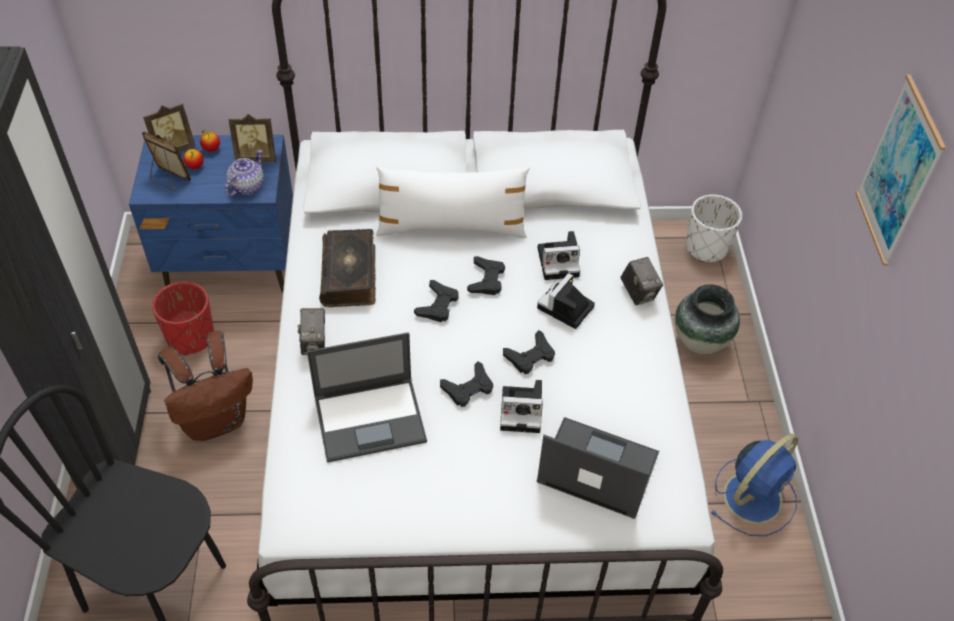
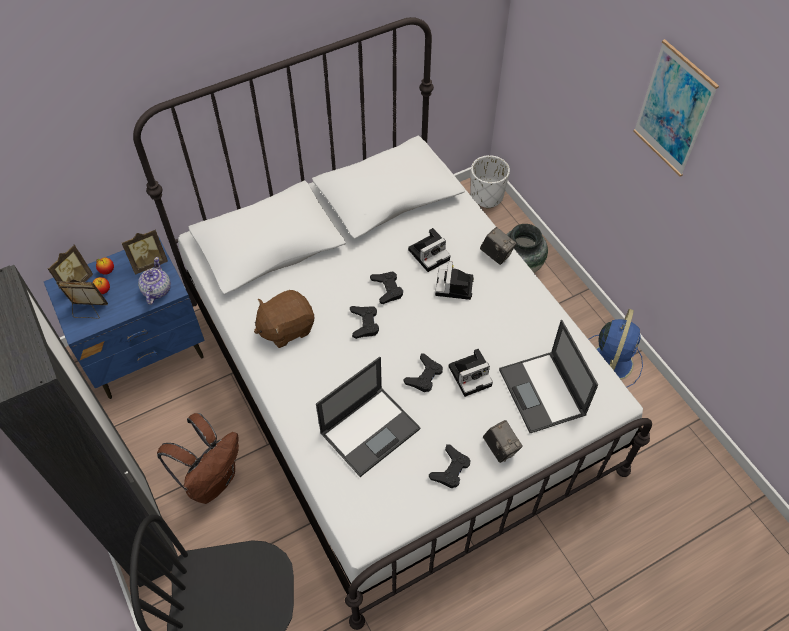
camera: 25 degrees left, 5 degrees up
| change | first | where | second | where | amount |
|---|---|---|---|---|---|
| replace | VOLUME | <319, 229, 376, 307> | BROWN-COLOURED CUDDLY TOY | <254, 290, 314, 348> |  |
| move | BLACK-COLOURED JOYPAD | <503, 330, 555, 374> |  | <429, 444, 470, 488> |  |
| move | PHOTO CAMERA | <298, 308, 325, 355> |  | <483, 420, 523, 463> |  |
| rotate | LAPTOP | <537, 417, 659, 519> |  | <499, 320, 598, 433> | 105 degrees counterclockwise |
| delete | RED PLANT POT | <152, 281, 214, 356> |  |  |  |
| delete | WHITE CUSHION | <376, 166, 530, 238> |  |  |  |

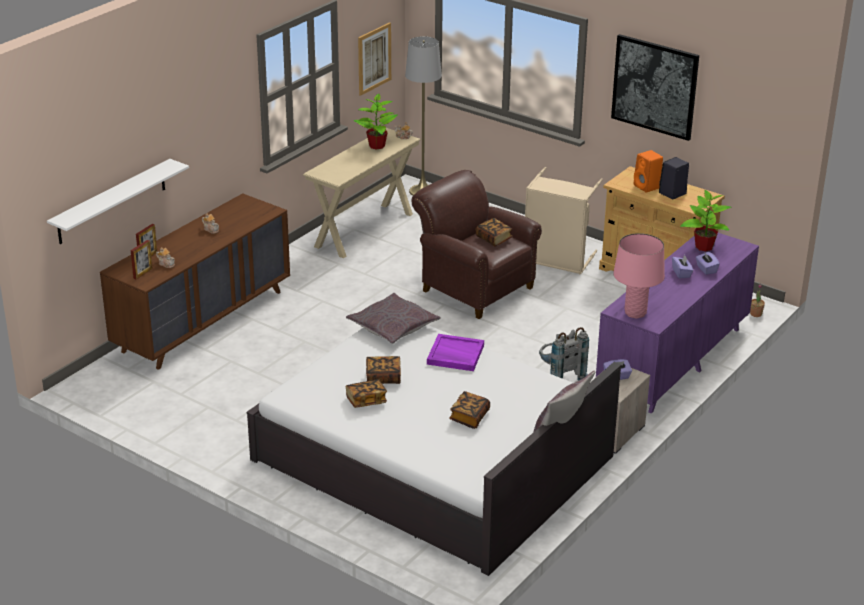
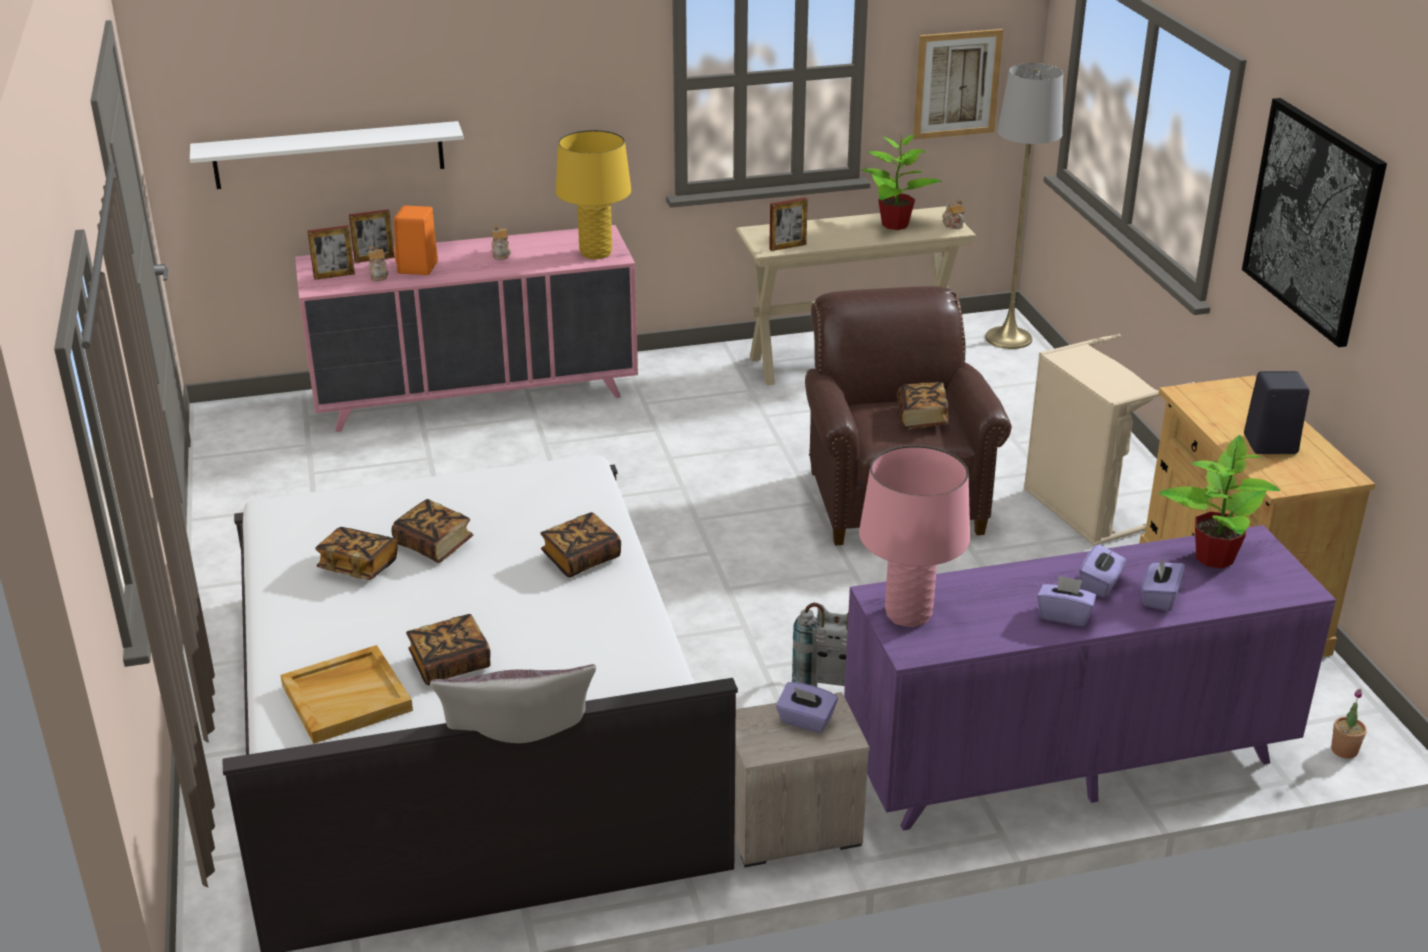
camera: 40 degrees right, 0 degrees up
| change | first | where | second | where | amount |
|---|---|---|---|---|---|
| insert |  |  | SAND-COLOURED TRAY | <281, 645, 413, 744> |  |
| recolor | BROWN-COLOURED DRESSER | <100, 193, 290, 370> | PINK-COLOURED DRESSER | <295, 225, 638, 432> |  |
| move | ORANGE LOUDSPEAKER | <634, 150, 663, 193> |  | <394, 206, 438, 275> |  |
| replace | PURPLE TRAY | <427, 334, 484, 371> | VOLUME | <540, 512, 621, 578> |  |
| insert |  |  | YELLOW TABLETOP LAMP | <556, 130, 631, 259> |  |
| insert |  |  | PHOTO FRAME | <769, 198, 808, 251> |  |
| insert |  |  | PURPLE BOX OF TISSUES | <1037, 575, 1096, 626> |  |
| delete | GREYISH CUSHION | <346, 293, 441, 344> |  |  |  |

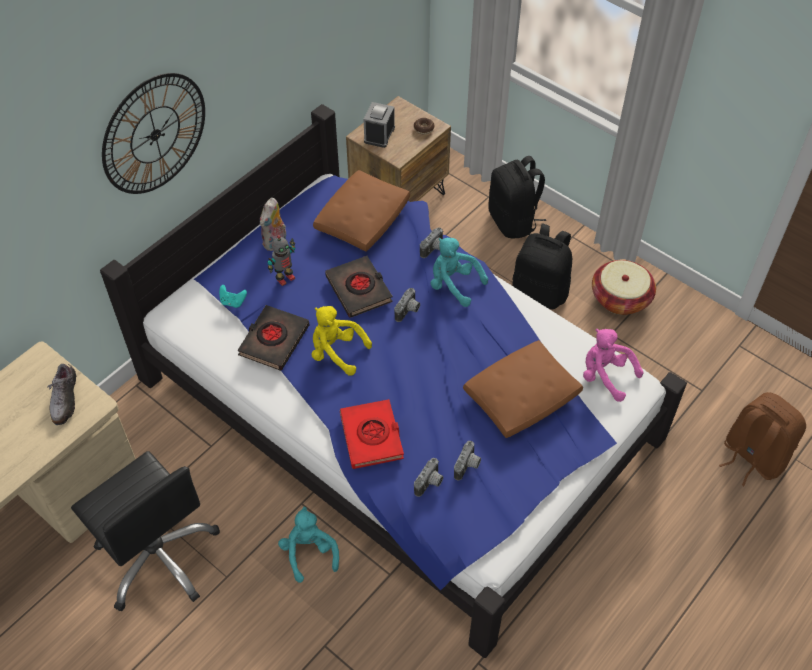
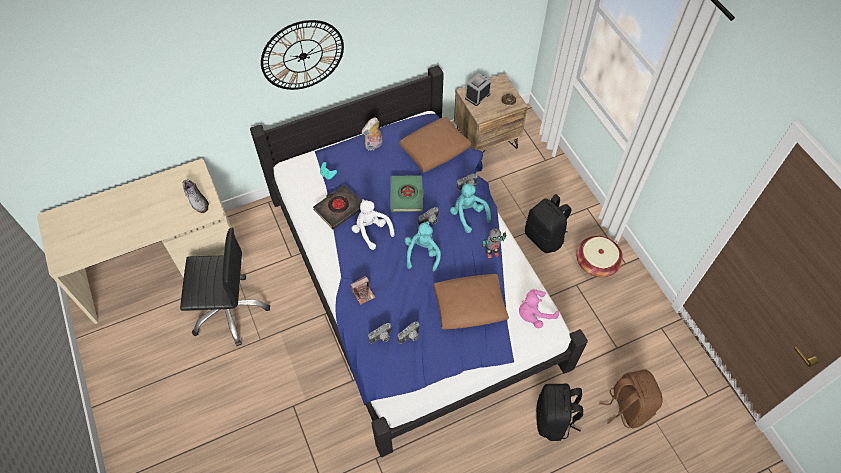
camera: 25 degrees right, 5 degrees up
| change | first | where | second | where | amount |
|---|---|---|---|---|---|
| rotate | BLACK-COLOURED DESK CHAIR | <71, 451, 220, 611> |  | <180, 228, 270, 346> | 75 degrees counterclockwise |
| rotate | ITEM OF FOOTWEAR | <47, 364, 76, 425> |  | <183, 180, 209, 213> | 60 degrees counterclockwise |
| replace | RED VOLUME | <340, 399, 404, 469> | PHOTO CAMERA | <350, 276, 375, 305> |  |
| recolor | YELLOW CUDDLY TOY | <312, 306, 372, 376> | WHITE CUDDLY TOY | <352, 199, 395, 250> |  |
| recolor | BLACK-COLOURED VOLUME | <325, 256, 392, 318> | GREENISH VOLUME | <390, 175, 424, 212> |  |
| move | TURQUOISE CUDDLY TOY | <278, 507, 339, 583> |  | <404, 221, 441, 271> |  |
| move | TOY ROBOT | <267, 235, 295, 286> |  | <482, 228, 507, 259> |  |
| rotate | PINK-COLOURED CUDDLY TOY | <583, 329, 644, 402> |  | <519, 289, 559, 328> | 90 degrees counterclockwise |
| move | BLACK-COLOURED RUCKSACK | <488, 156, 546, 239> |  | <536, 384, 583, 441> |  |

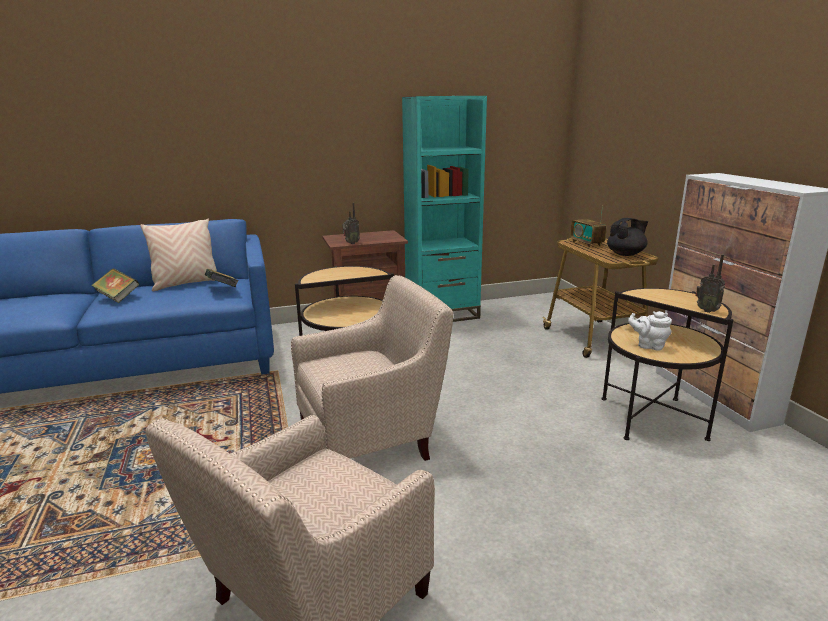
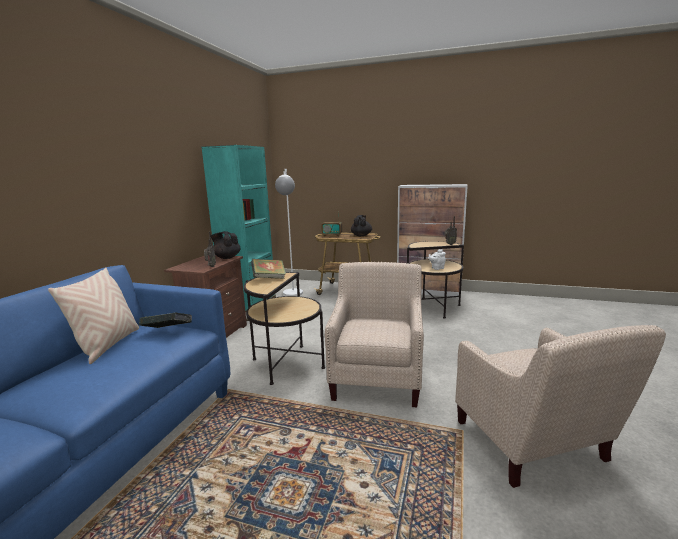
camera: 55 degrees left, 5 degrees down
| change | first | where | second | where | amount |
|---|---|---|---|---|---|
| insert |  |  | BLACK-COLOURED TEA POT | <211, 231, 241, 259> |  |
| move | VOLUME | <91, 268, 139, 303> |  | <251, 259, 286, 279> |  |
| insert |  |  | WHITE FLOOR LAMP | <275, 169, 303, 296> |  |

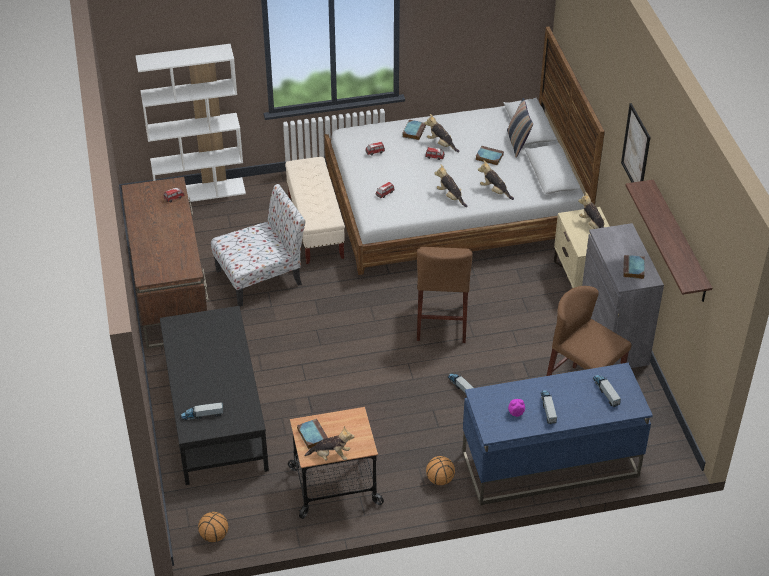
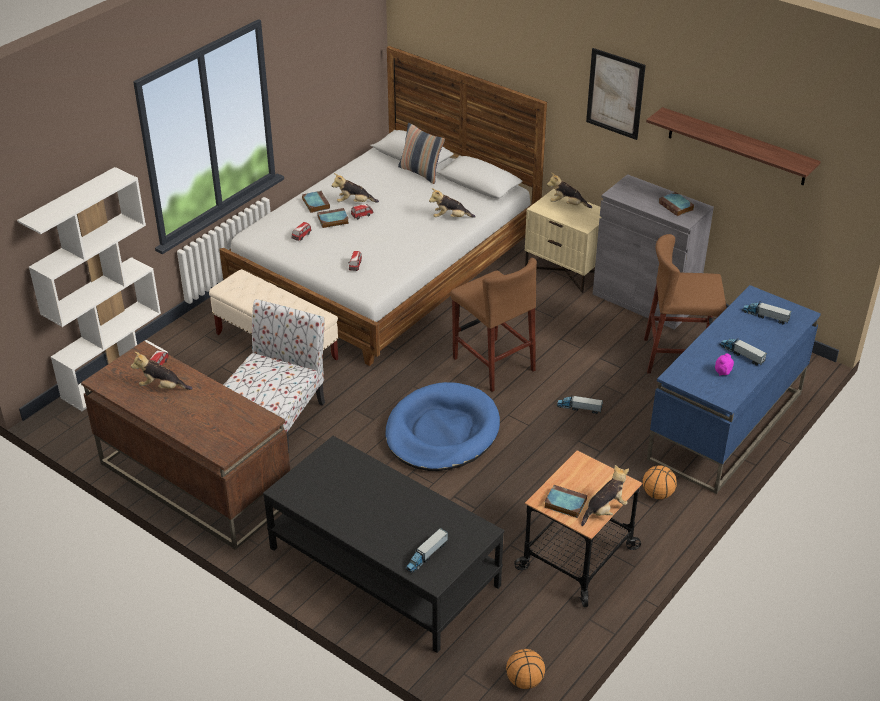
camera: 40 degrees left, 5 degrees down
| change | first | where | second | where | amount |
|---|---|---|---|---|---|
| move | CUDDLY TOY | <434, 165, 467, 207> |  | <131, 352, 193, 390> |  |
| move | VOLUME | <475, 146, 504, 166> |  | <317, 208, 349, 228> |  |
| insert |  |  | BLUISH DOG CUSHION | <385, 382, 500, 471> |  |

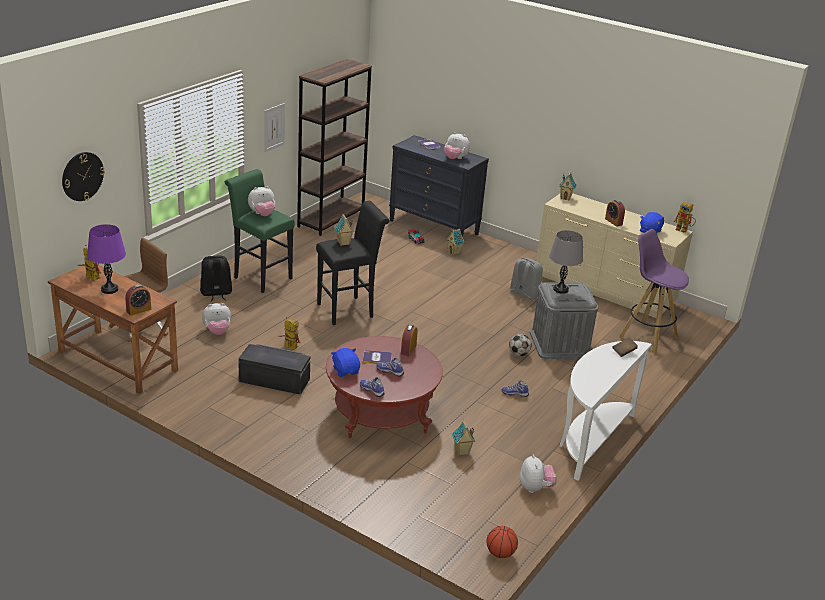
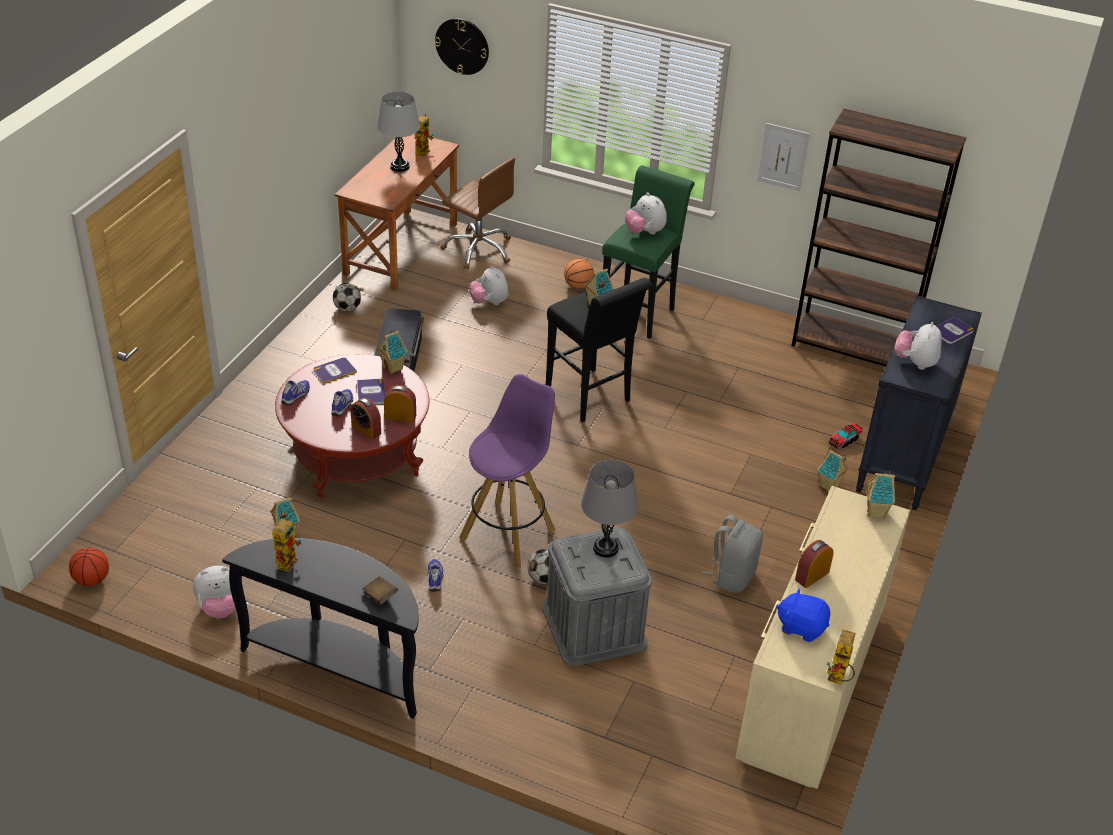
camera: 80 degrees right, 10 degrees up
| change | first | where | second | where | amount |
|---|---|---|---|---|---|
| recolor | WHITE HALL TABLE | <559, 341, 652, 481> | BLACK-COLOURED HALL TABLE | <222, 538, 419, 719> |  |
| move | TOY ROBOT | <278, 317, 301, 350> |  | <272, 516, 302, 572> |  |
| replace | BLUISH CUDDLY TOY | <331, 348, 360, 377> | VOLUME | <313, 357, 357, 384> |  |
| insert |  |  | BALL FOR FOOTBALL | <333, 283, 361, 312> |  |
| move | BEDSIDE CLOCK | <125, 285, 151, 316> |  | <351, 398, 381, 440> |  |
| recolor | PURPLE TABLETOP LAMP | <87, 224, 126, 294> | GREYISH TABLETOP LAMP | <377, 91, 420, 172> |  |
| insert |  |  | MODEL HOUSE | <377, 330, 408, 374> |  |
| move | PURPLE SITTING STOOL | <619, 229, 689, 354> |  | <459, 374, 556, 568> |  |
| replace | BLACK-COLOURED RUCKSACK | <200, 256, 232, 302> | BASKETBALL | <564, 259, 594, 289> |  |

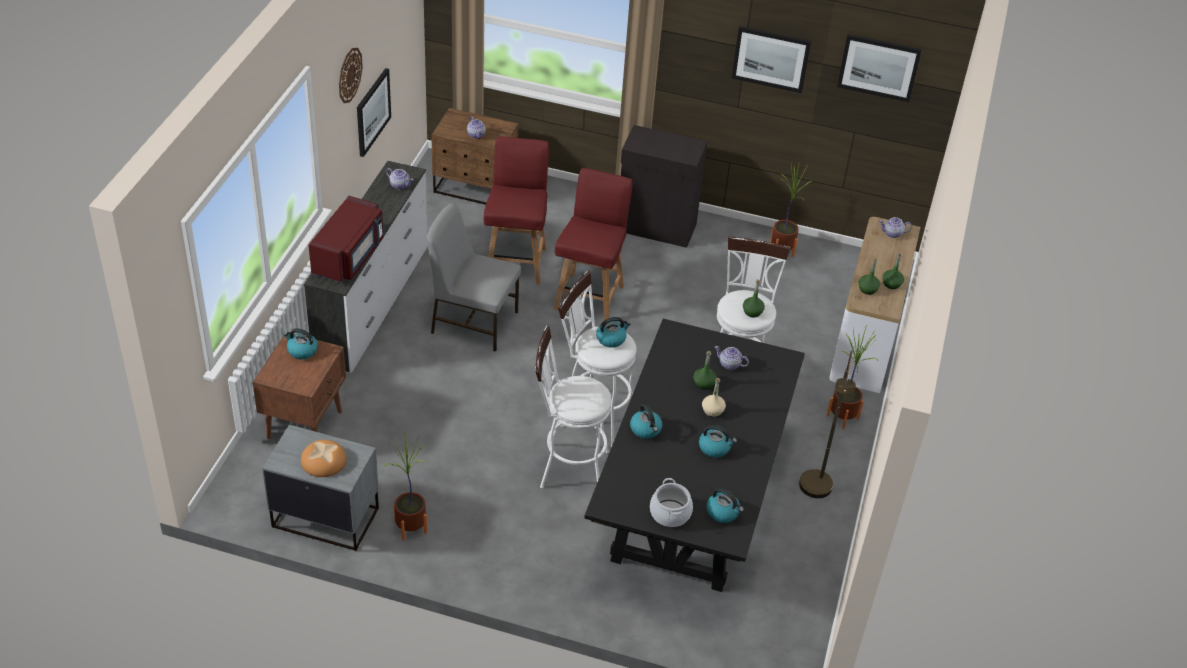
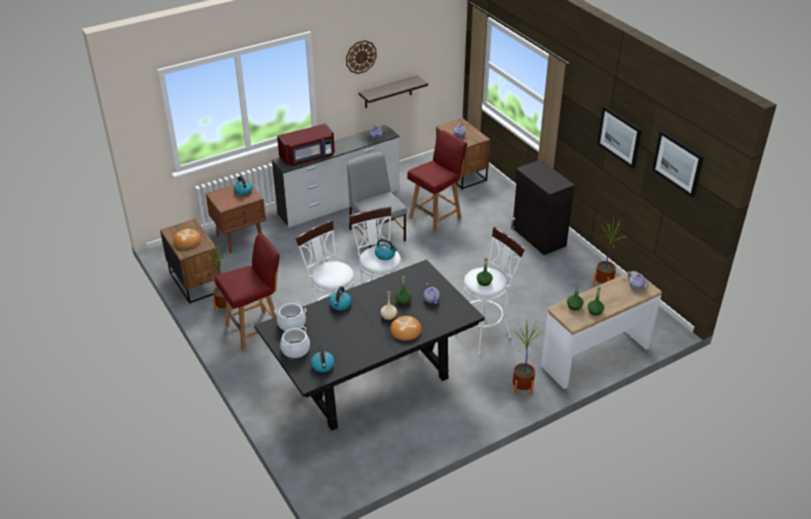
camera: 45 degrees right, 5 degrees down
| change | first | where | second | where | amount |
|---|---|---|---|---|---|
| recolor | GREYISH BEDSIDE TABLE | <262, 425, 379, 551> | BROWN-COLOURED BEDSIDE TABLE | <160, 219, 221, 304> |  |
| move | RED PLAIN CHAIR | <554, 168, 633, 321> |  | <215, 233, 280, 351> |  |
| insert |  |  | SAUCEPOT | <275, 303, 306, 331> |  |
| replace | WALL ART | <357, 68, 391, 157> | BRACKET SHELF | <358, 75, 428, 108> |  |
| insert |  |  | BREAD | <390, 316, 422, 341> |  |
| delete | KETTLE | <699, 425, 737, 458> |  |  |  |
| delete | BROWN-COLOURED FLOOR LAMP | <799, 351, 856, 498> |  |  |  |

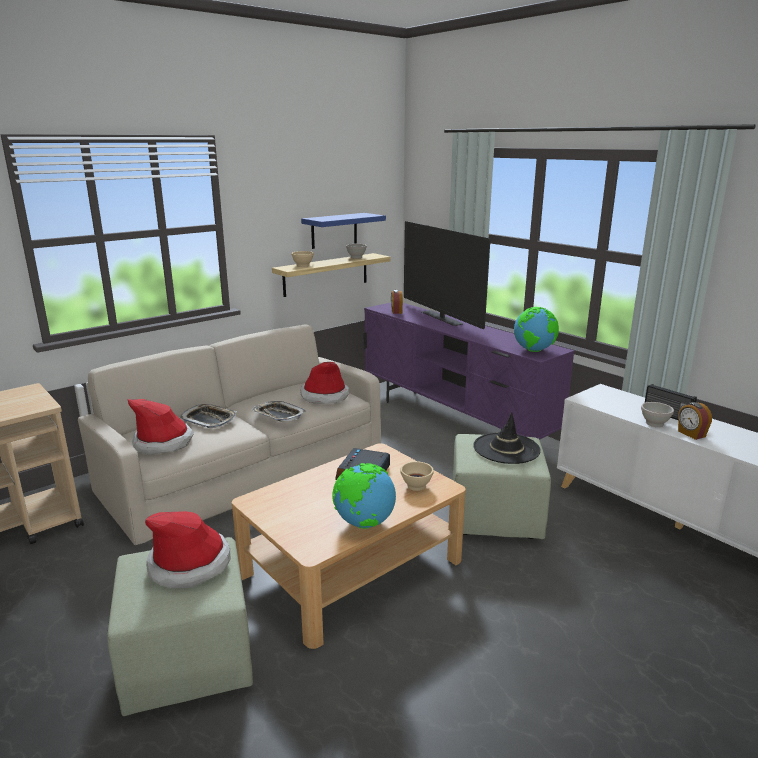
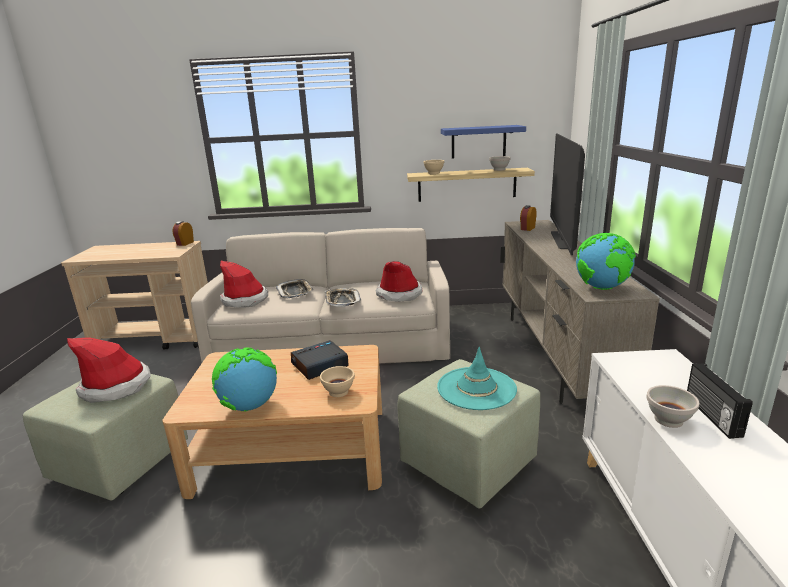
camera: 40 degrees right, 0 degrees up
| change | first | where | second | where | amount |
|---|---|---|---|---|---|
| move | BEDSIDE CLOCK | <678, 402, 712, 440> |  | <172, 221, 194, 246> |  |
| recolor | BLACK-COLOURED HAT | <473, 412, 541, 464> | TURQUOISE HAT | <437, 347, 517, 410> |  |
| recolor | PURPLE TV UNIT | <364, 303, 575, 440> | SAND-COLOURED TV UNIT | <500, 220, 660, 404> |  |

